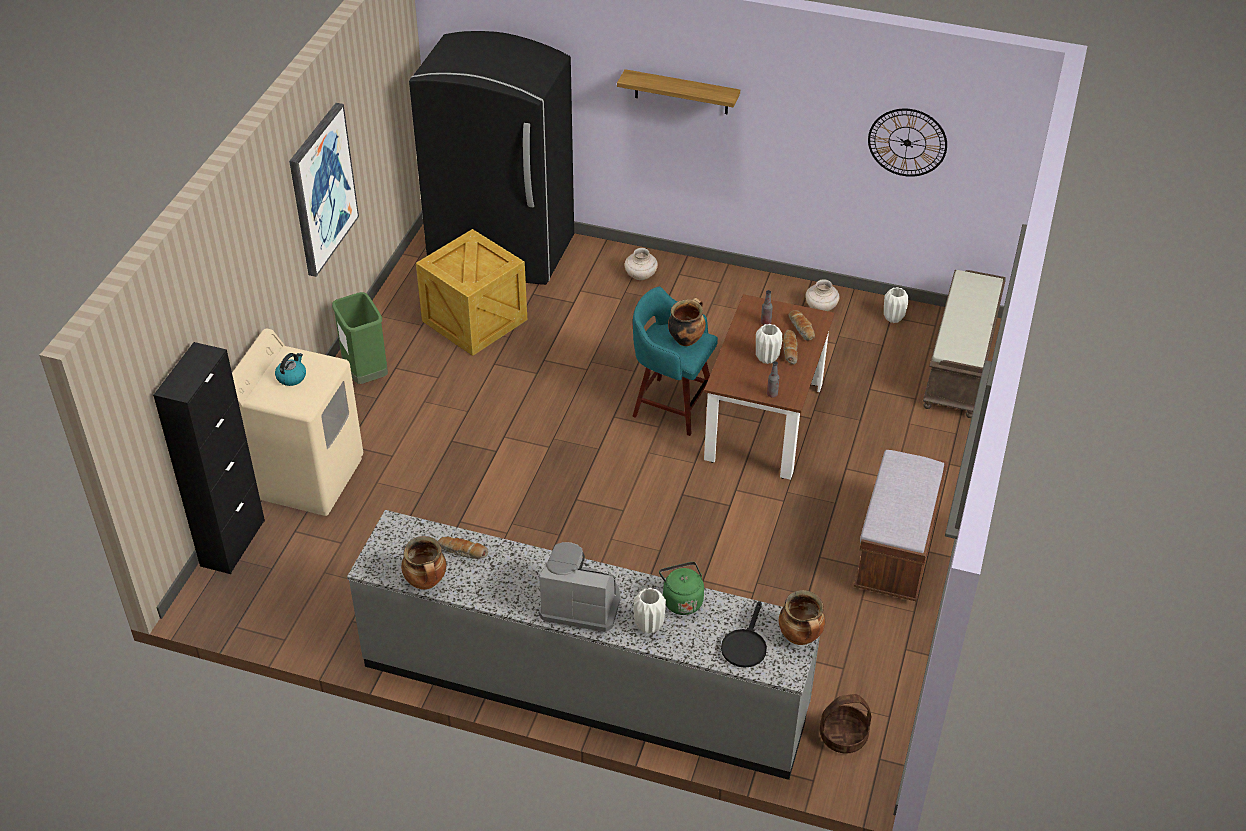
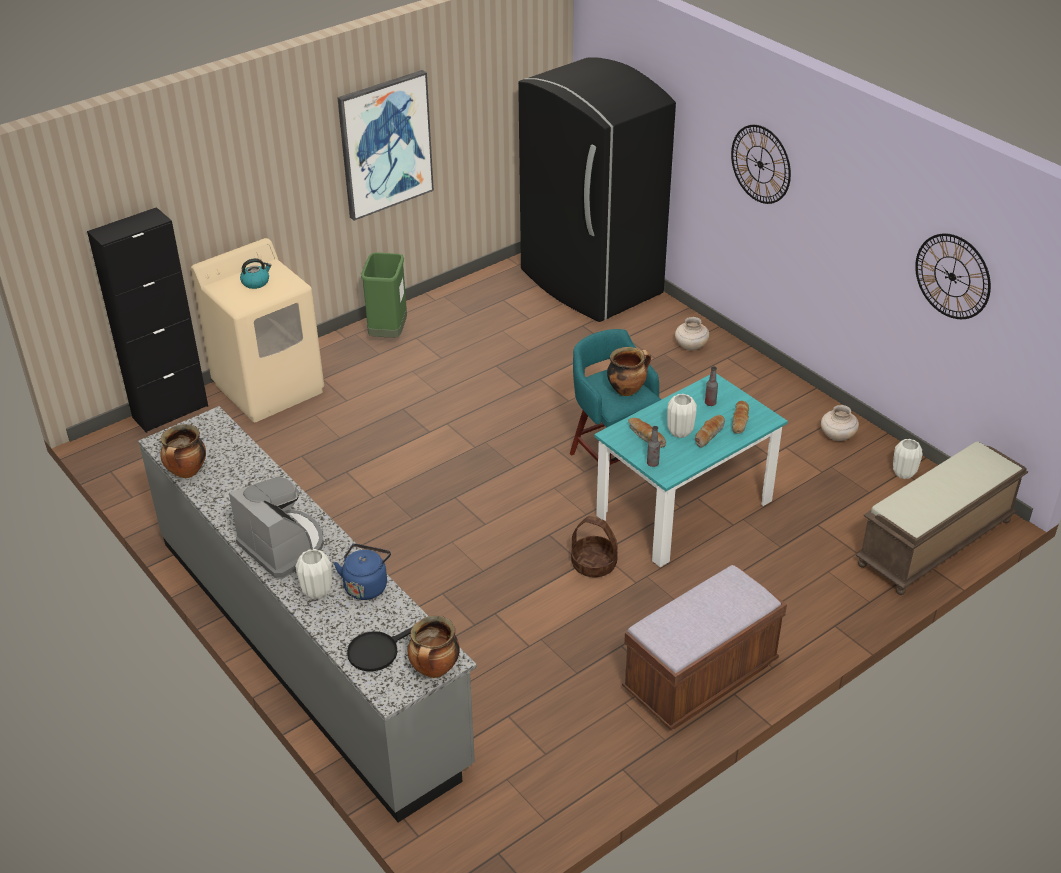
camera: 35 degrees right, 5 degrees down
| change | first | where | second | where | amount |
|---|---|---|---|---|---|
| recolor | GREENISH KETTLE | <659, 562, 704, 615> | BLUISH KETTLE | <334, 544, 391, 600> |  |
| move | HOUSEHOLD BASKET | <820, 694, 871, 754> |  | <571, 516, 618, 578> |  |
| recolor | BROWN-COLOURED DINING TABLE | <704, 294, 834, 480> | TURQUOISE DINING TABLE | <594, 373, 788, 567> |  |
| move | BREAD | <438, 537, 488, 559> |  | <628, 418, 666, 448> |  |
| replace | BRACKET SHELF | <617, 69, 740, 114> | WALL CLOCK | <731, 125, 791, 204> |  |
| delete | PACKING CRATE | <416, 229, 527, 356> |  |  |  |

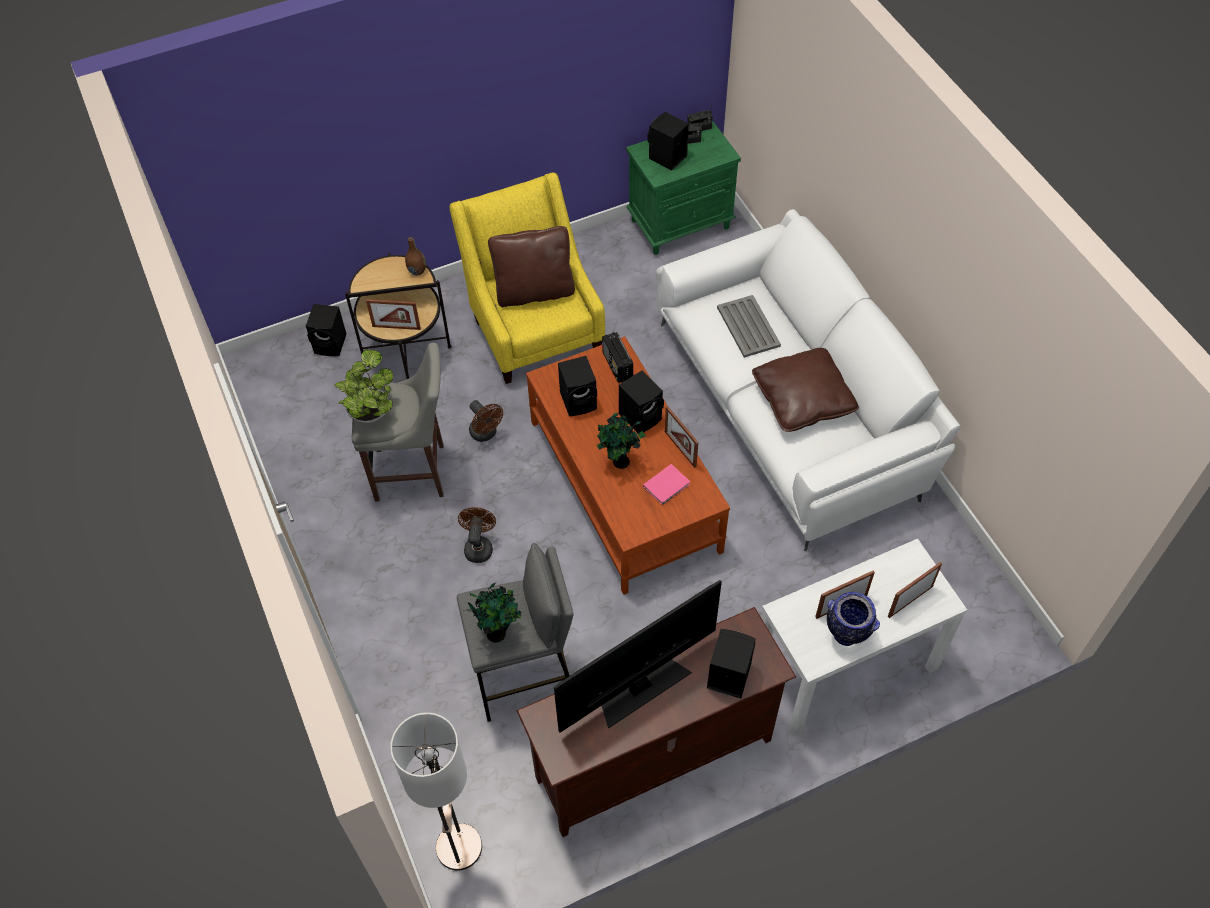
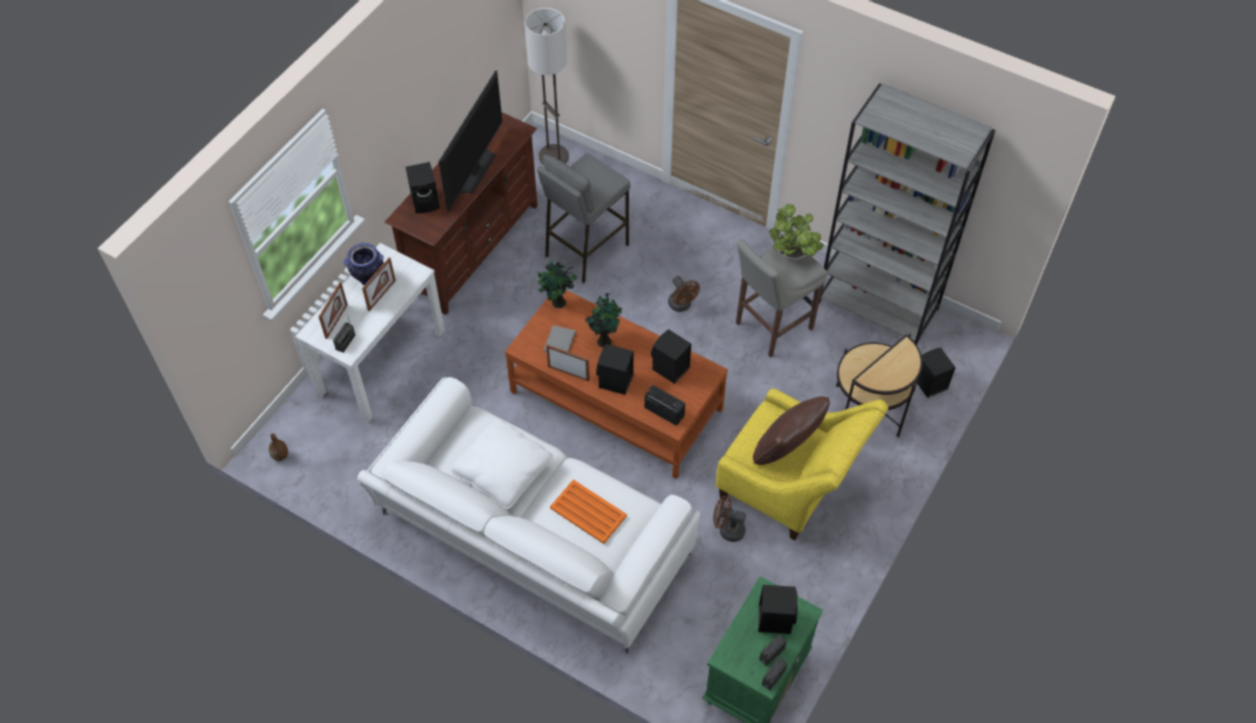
camera: 145 degrees right, 0 degrees up
| change | first | where | second | where | amount |
|---|---|---|---|---|---|
| move | BROWN-COLOURED VASE | <405, 237, 426, 276> |  | <269, 433, 288, 461> |  |
| insert |  |  | RADIO SET | <333, 317, 355, 353> |  |
| recolor | BROWN-COLOURED CUSHION | <752, 348, 859, 432> | WHITE CUSHION | <450, 419, 554, 509> |  |
| move | HOUSEPLANT | <463, 583, 521, 643> |  | <538, 261, 577, 308> |  |
| recolor | PINK-COLOURED VOLUME | <643, 464, 690, 505> | GREYISH VOLUME | <544, 325, 576, 353> |  |
| recolor | GREYISH TRAY | <717, 295, 781, 358> | ORANGE TRAY | <550, 479, 627, 544> |  |
| move | BROWN-COLOURED COOLING FAN | <469, 400, 503, 442> |  | <713, 496, 746, 542> |  |
| insert |  |  | GREYISH SHELVING UNIT | <819, 83, 995, 345> |  |
| delete | PHOTO FRAME | <366, 299, 421, 330> |  |  |  |

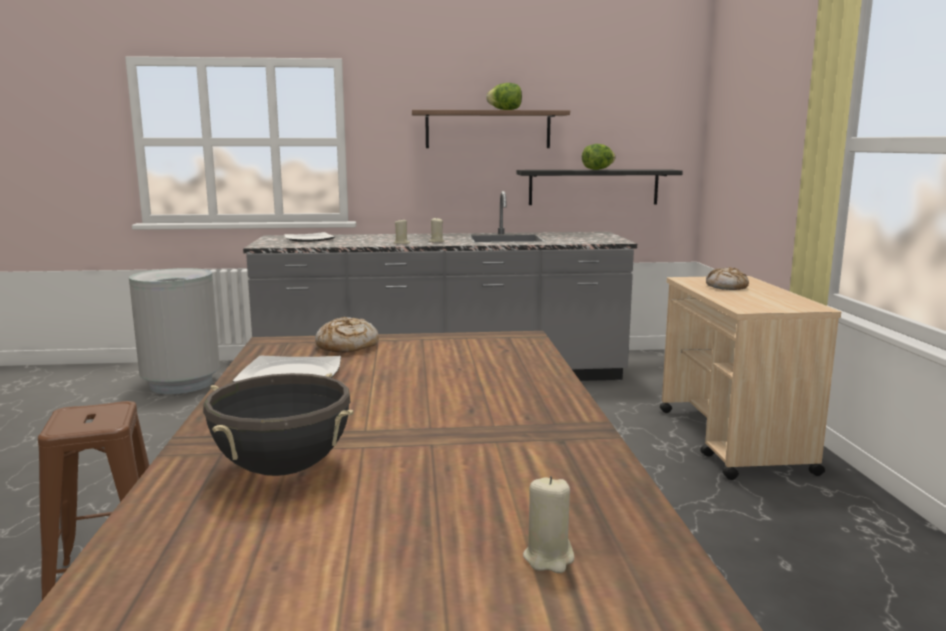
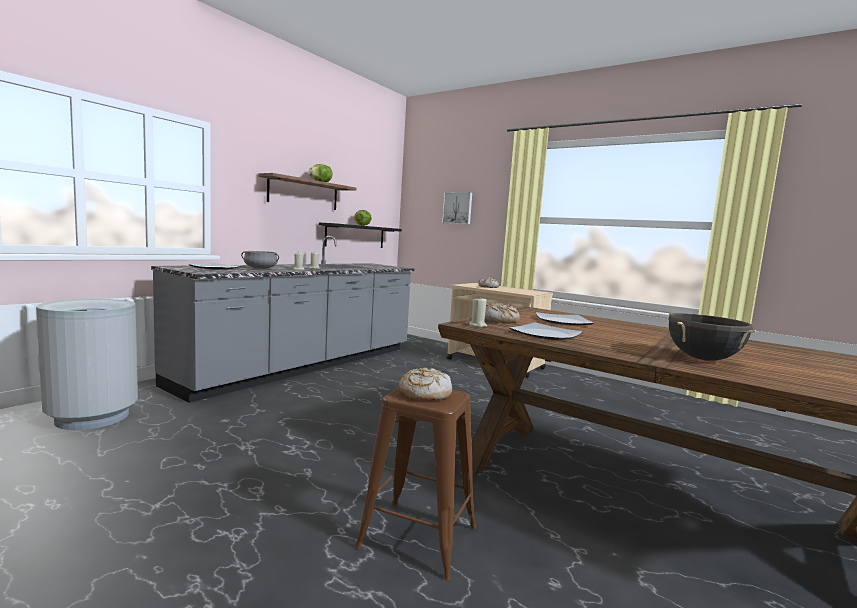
camera: 50 degrees left, 5 degrees down
| change | first | where | second | where | amount |
|---|---|---|---|---|---|
| insert |  |  | GREYISH SAUCEPOT | <241, 251, 279, 269> |  |
| insert |  |  | BREAD | <399, 368, 452, 400> |  |
| insert |  |  | WALL ART | <442, 192, 472, 224> |  |
| move | SAND-COLOURED WAX CANDLE | <523, 476, 574, 573> |  | <469, 299, 487, 327> |  |
| insert |  |  | PLATE | <536, 312, 594, 325> |  |

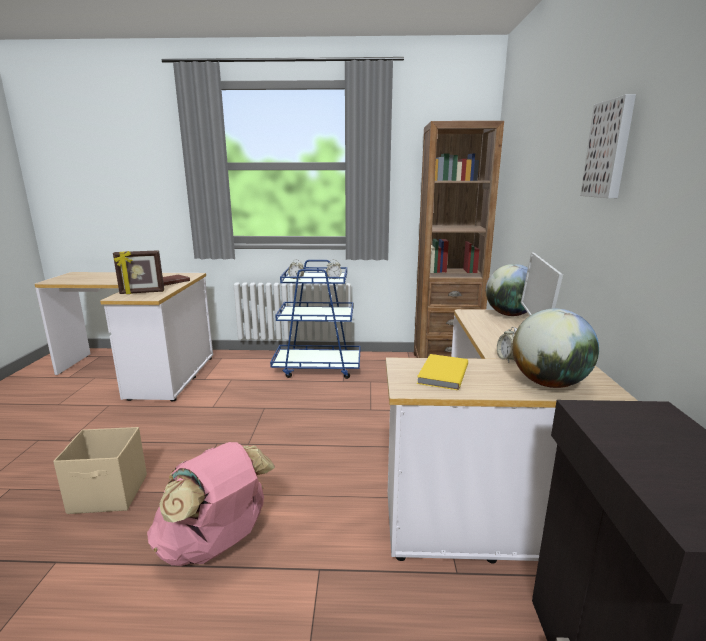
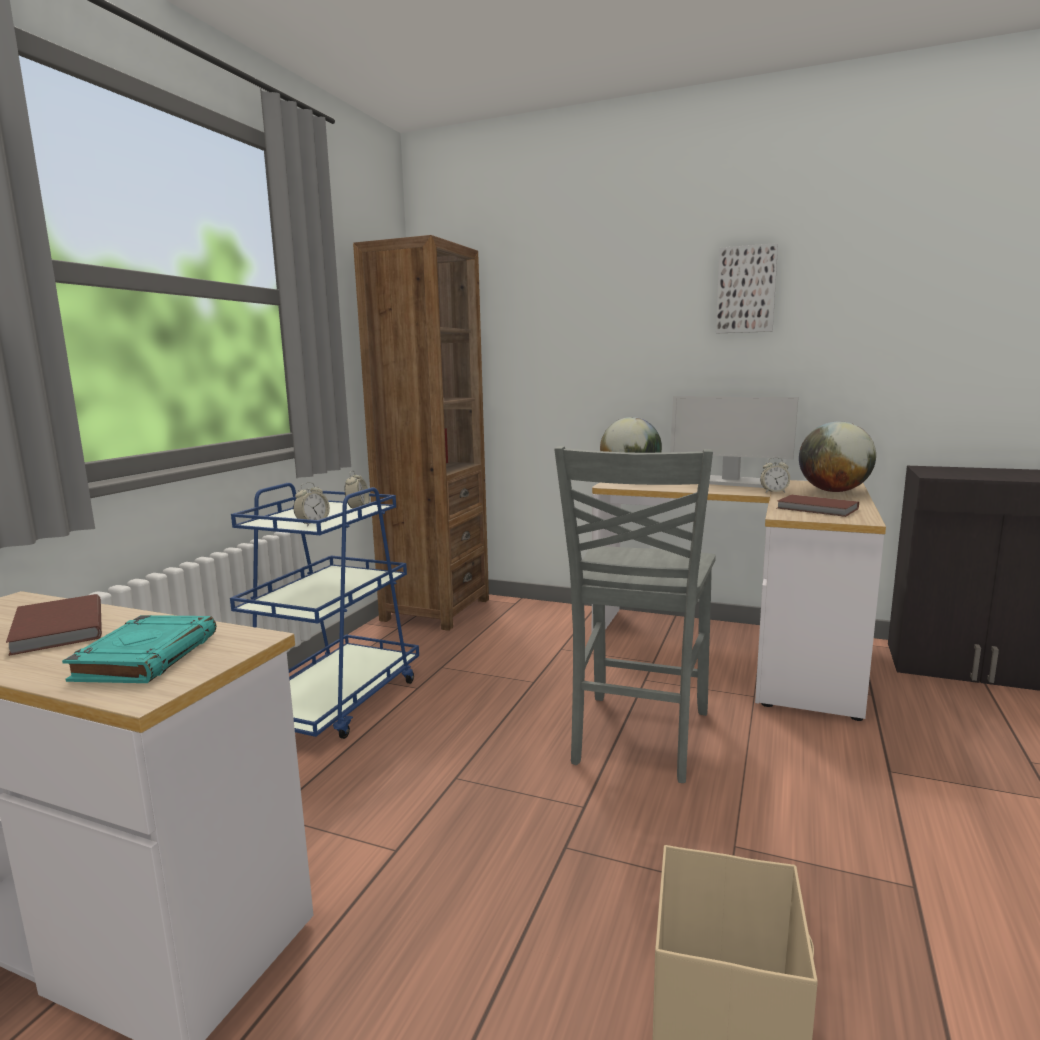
camera: 70 degrees left, 5 degrees down
| change | first | where | second | where | amount |
|---|---|---|---|---|---|
| replace | PHOTO FRAME | <113, 250, 164, 294> | TURQUOISE VOLUME | <62, 615, 216, 683> |  |
| insert |  |  | GREYISH PLAIN CHAIR | <554, 446, 716, 783> |  |
| recolor | YELLOW VOLUME | <417, 354, 468, 390> | BROWN-COLOURED VOLUME | <777, 495, 859, 517> |  |
| delete | PINK-COLOURED RUCKSACK | <147, 442, 275, 566> |  |  |  |

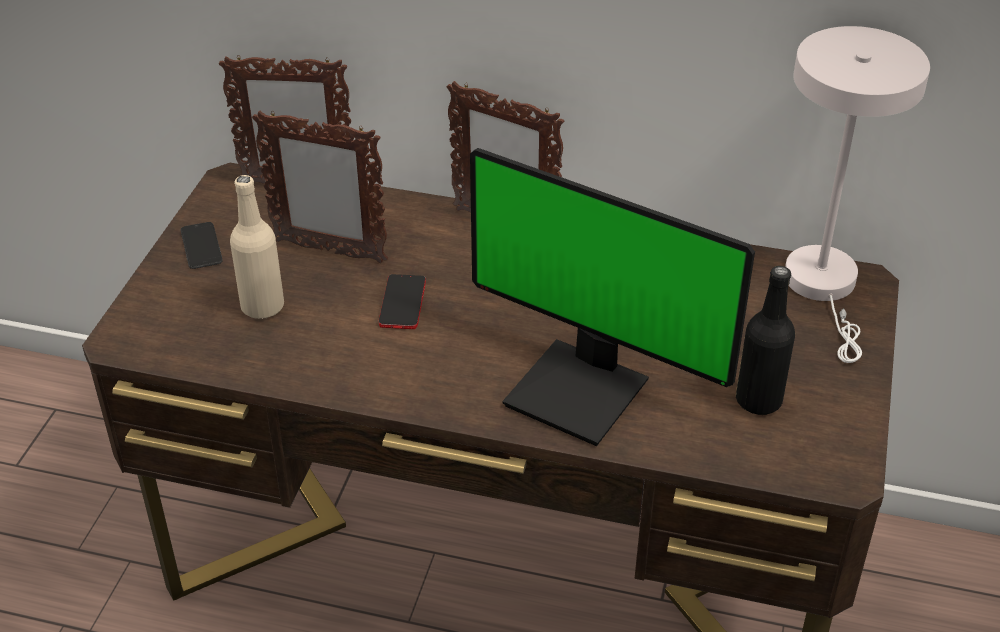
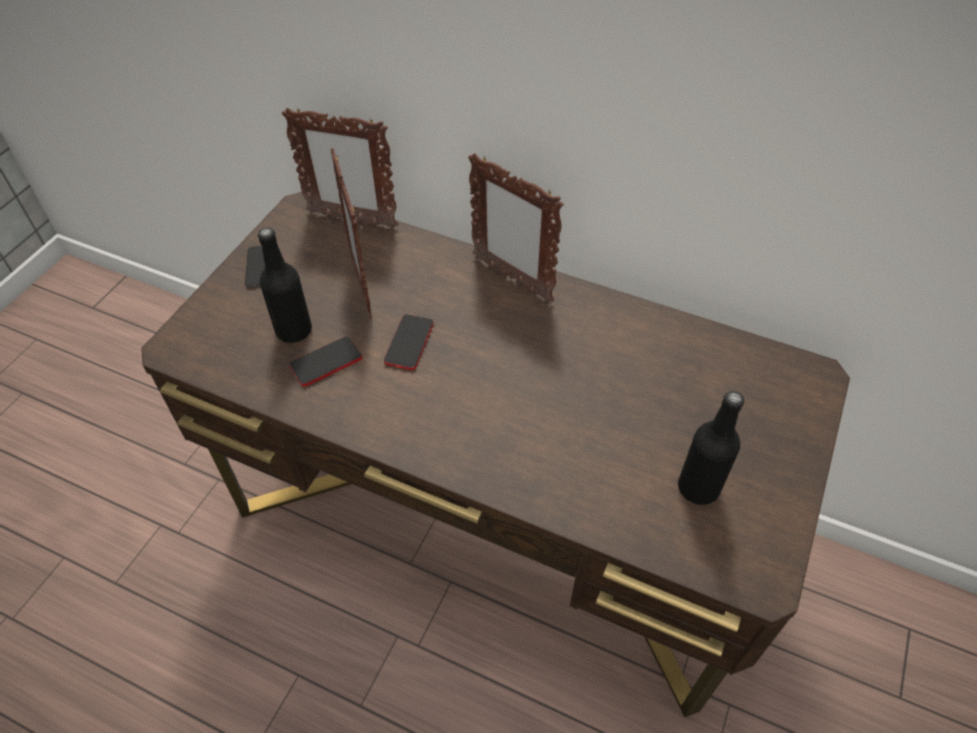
camera: 10 degrees right, 10 degrees up
| change | first | where | second | where | amount |
|---|---|---|---|---|---|
| recolor | SAND-COLOURED DRINK BOTTLE | <230, 175, 284, 319> | BLACK-COLOURED DRINK BOTTLE | <258, 227, 312, 343> |  |
| insert |  |  | HANDSET | <289, 336, 363, 387> |  |
| rotate | PHOTO FRAME | <252, 111, 388, 264> |  | <331, 148, 373, 319> | 45 degrees clockwise |
| delete | COMPUTER SCREEN | <470, 148, 755, 446> |  |  |  |
| delete | WHITE TABLETOP LAMP | <785, 26, 930, 363> |  |  |  |

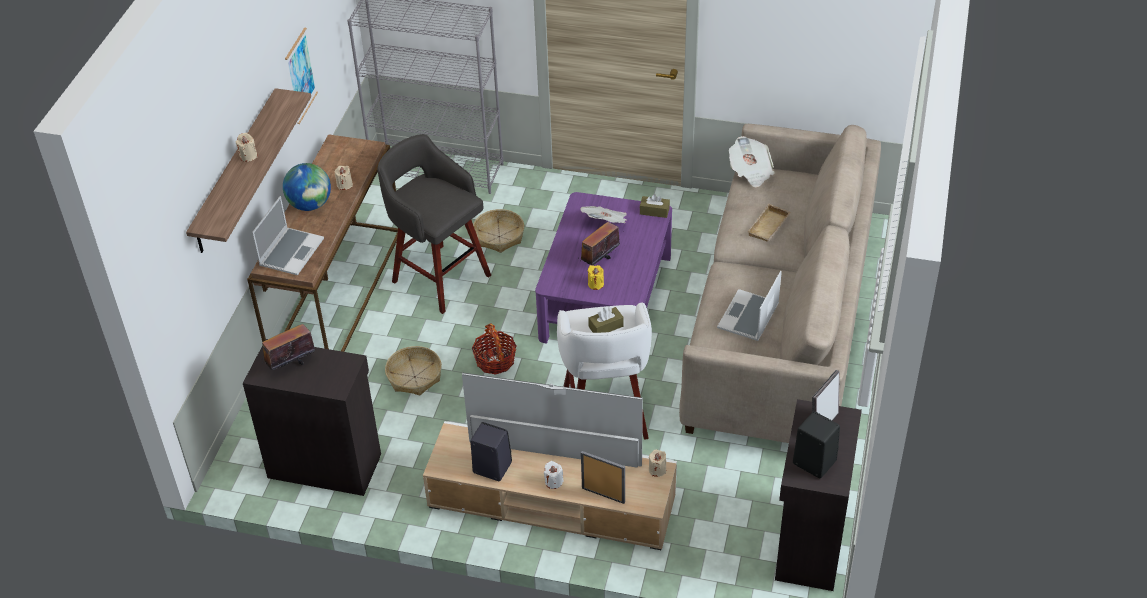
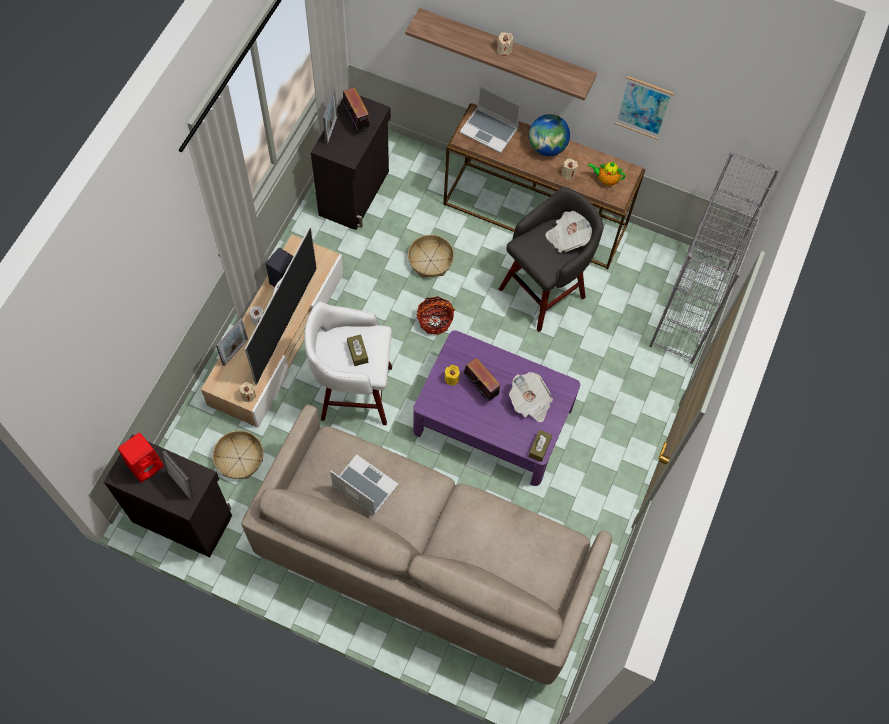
camera: 95 degrees right, 20 degrees up
| change | first | where | second | where | amount |
|---|---|---|---|---|---|
| recolor | BLACK-COLOURED LOUDSPEAKER | <793, 411, 840, 478> | RED LOUDSPEAKER | <118, 433, 164, 483> |  |
| move | HOUSEHOLD BASKET | <473, 209, 524, 253> |  | <213, 431, 263, 479> |  |
| insert |  |  | PHOTO FRAME | <323, 88, 338, 145> |  |
| move | PRINTED PAPER | <729, 136, 775, 188> |  | <545, 211, 592, 253> |  |
| insert |  |  | TEA POT | <588, 162, 626, 186> |  |
| delete | SAND-COLOURED TRAY | <747, 203, 791, 241> |  |  |  |

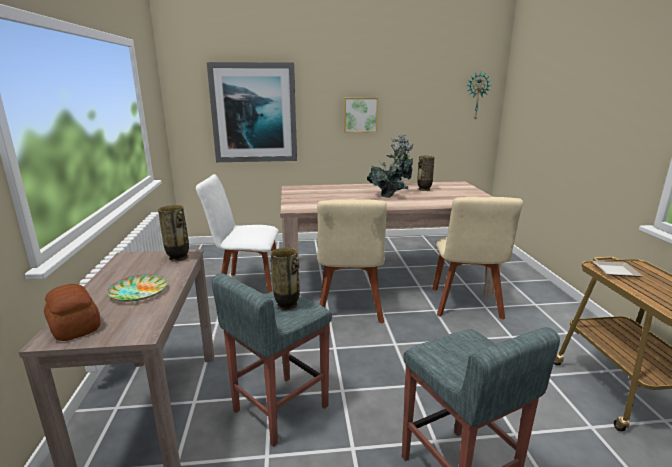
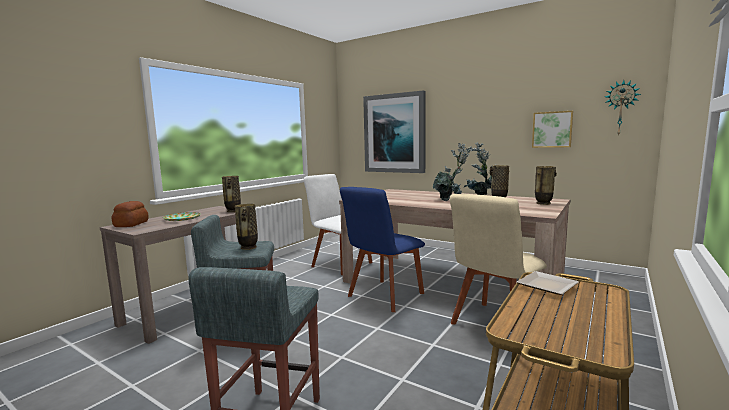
camera: 40 degrees right, 10 degrees down
| change | first | where | second | where | amount |
|---|---|---|---|---|---|
| recolor | SAND-COLOURED PLAIN CHAIR | <317, 199, 387, 323> | BLUISH PLAIN CHAIR | <340, 187, 425, 312> |  |
| move | WALL ART | <344, 98, 378, 133> |  | <532, 111, 573, 148> |  |
| insert |  |  | VASE | <535, 166, 557, 205> |  |

